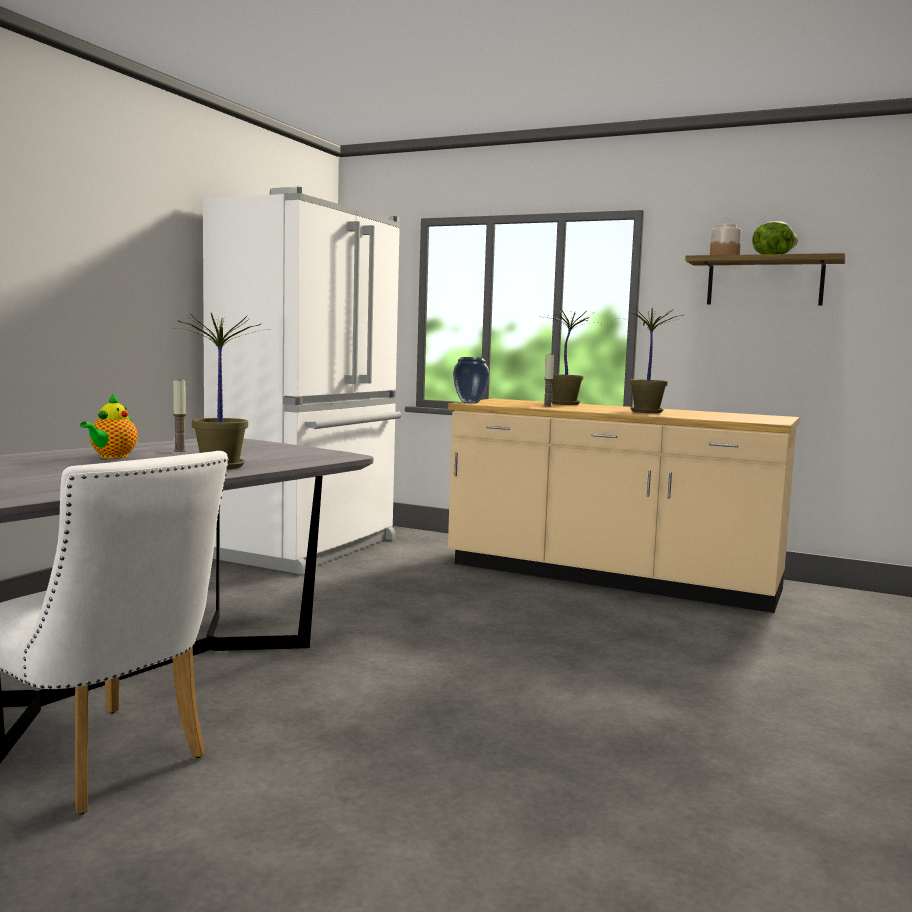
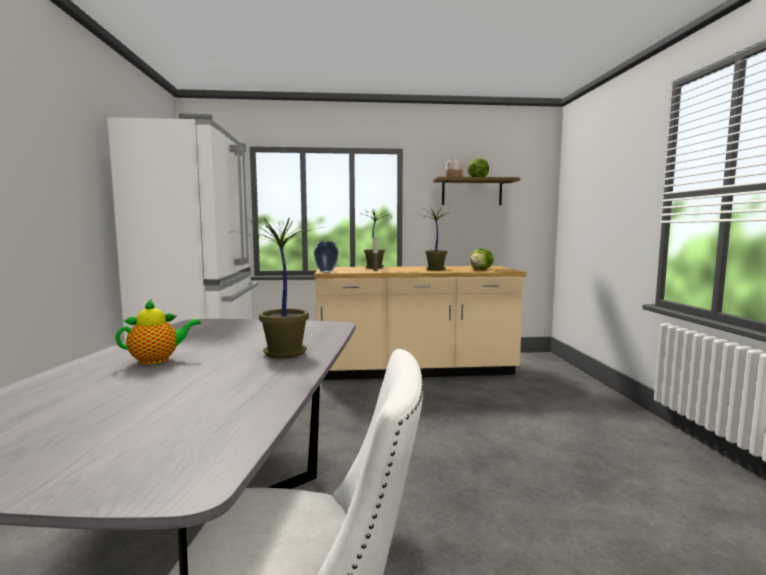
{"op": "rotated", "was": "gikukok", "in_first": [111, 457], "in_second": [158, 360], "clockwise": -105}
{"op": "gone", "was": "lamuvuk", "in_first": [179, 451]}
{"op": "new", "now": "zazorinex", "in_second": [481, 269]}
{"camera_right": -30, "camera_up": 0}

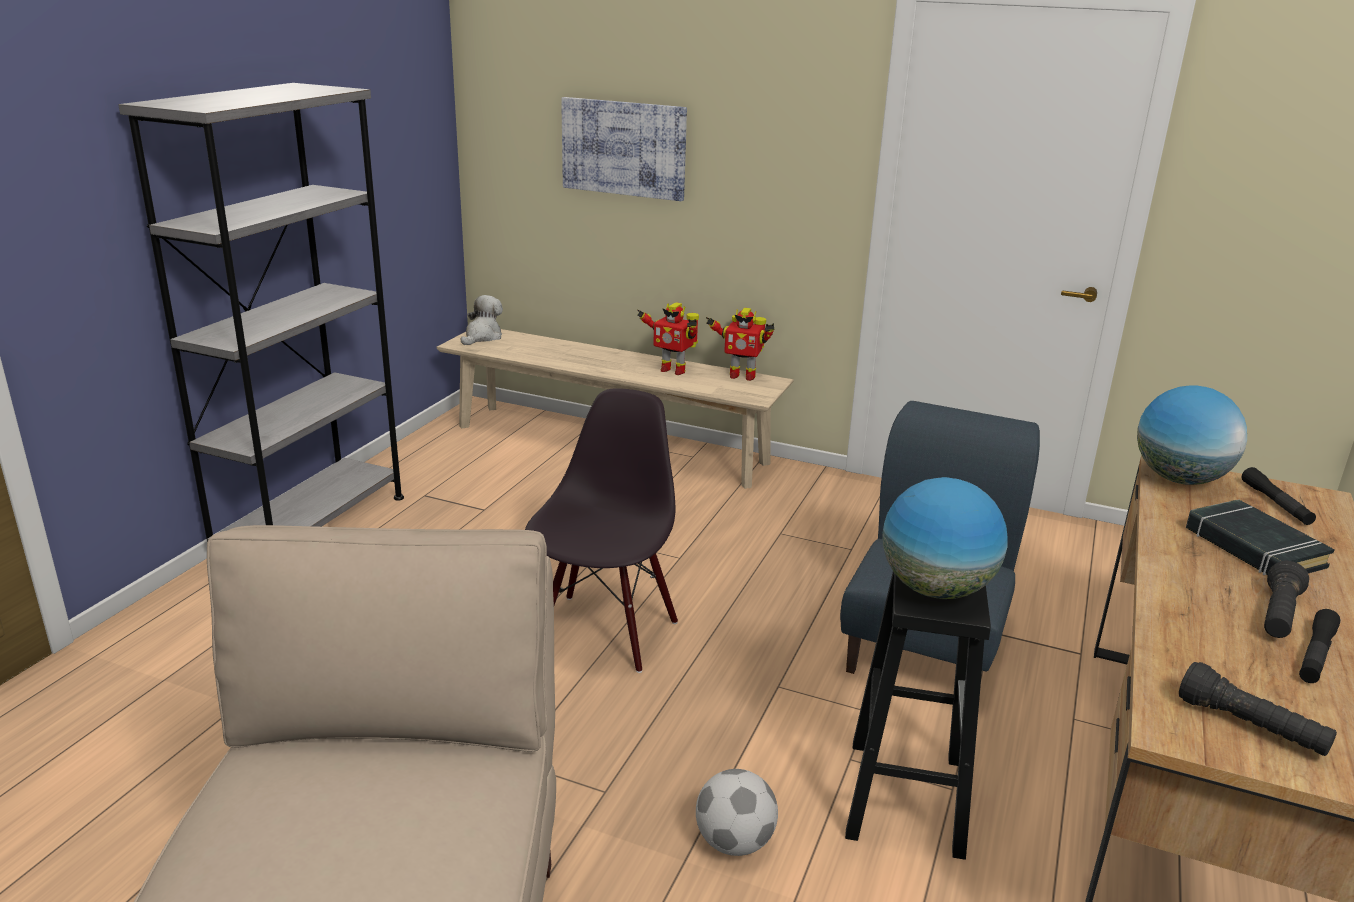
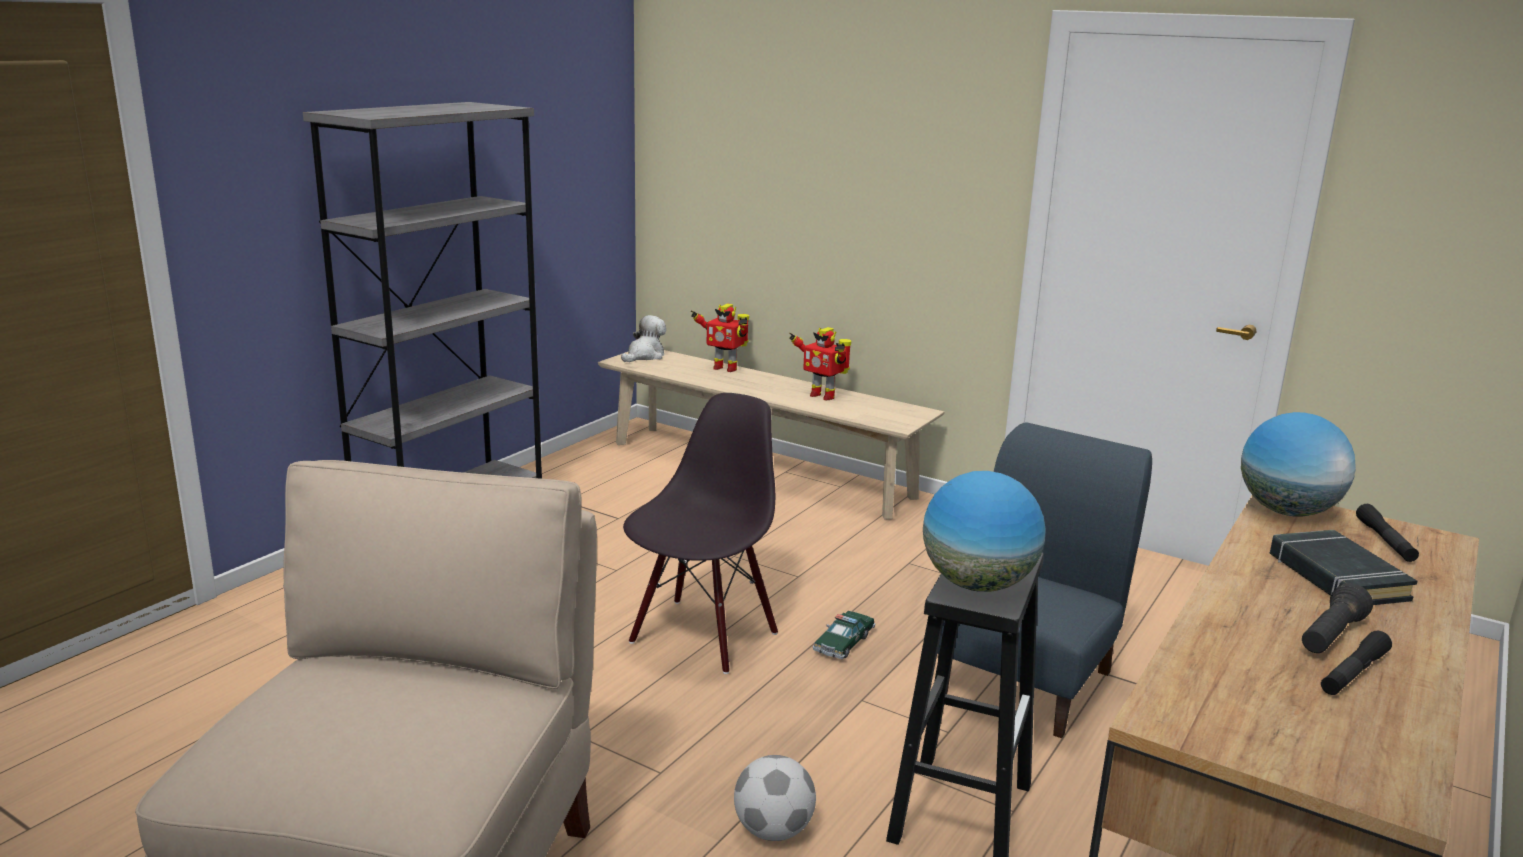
{"op": "gone", "was": "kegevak", "in_first": [624, 148]}
{"op": "shifted", "was": "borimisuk", "in_first": [741, 376], "in_second": [725, 368]}
{"op": "gone", "was": "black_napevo", "in_first": [1250, 727]}
{"op": "new", "now": "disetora", "in_second": [844, 643]}
{"camera_right": 10, "camera_up": -5}

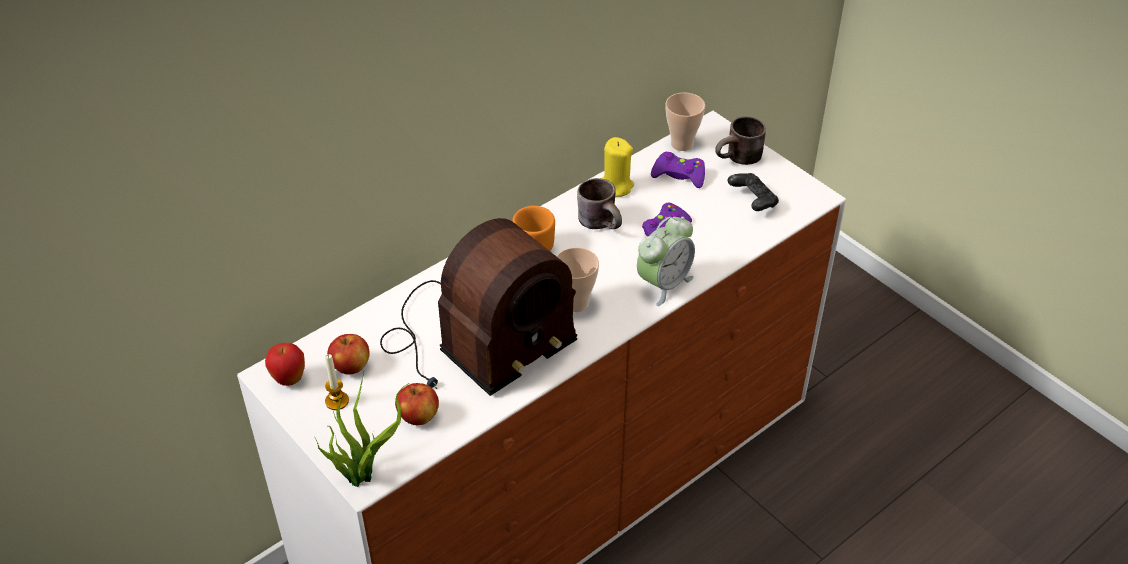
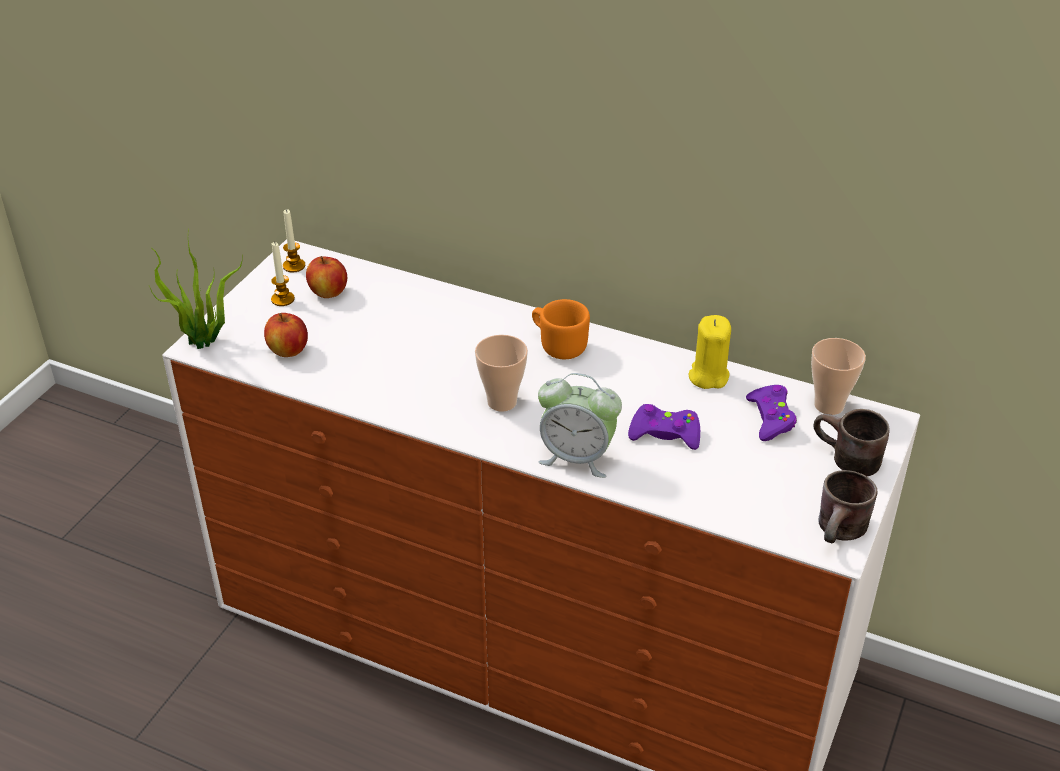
{"op": "swapped", "was": "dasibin", "now": "lamuvuk", "in_first": [289, 380], "in_second": [294, 266]}
{"op": "gone", "was": "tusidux", "in_first": [475, 341]}
{"op": "shifted", "was": "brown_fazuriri", "in_first": [603, 222], "in_second": [843, 534]}
{"op": "gone", "was": "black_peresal", "in_first": [753, 201]}
{"camera_right": 65, "camera_up": -5}

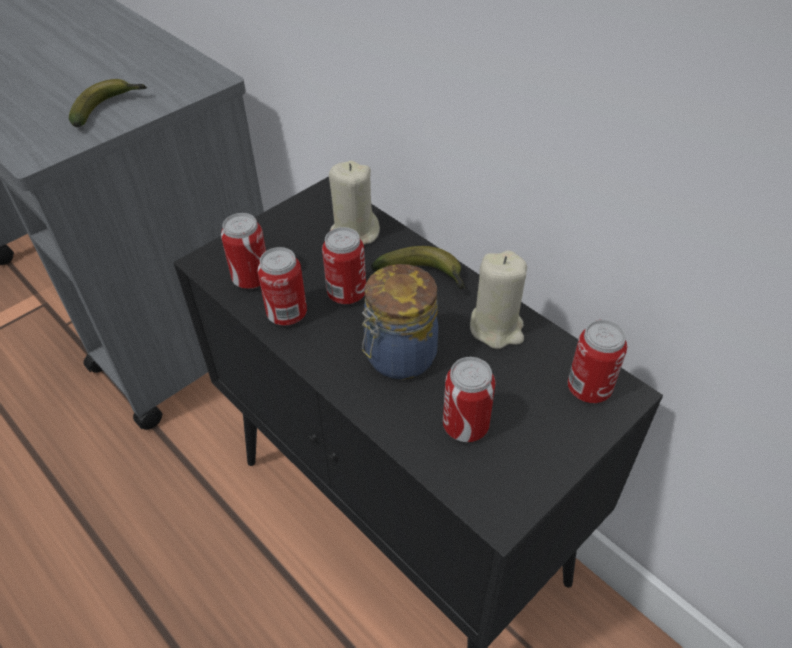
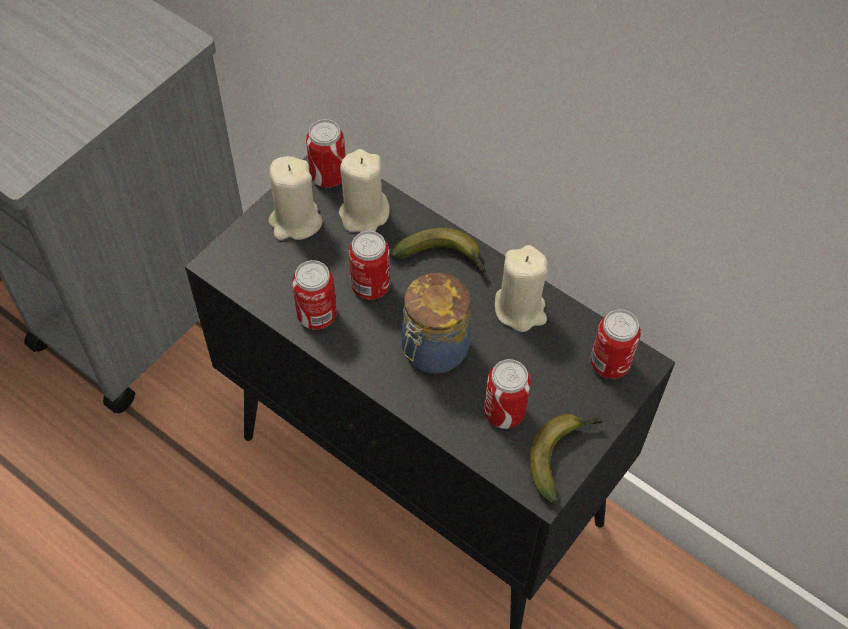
{"op": "shifted", "was": "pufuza", "in_first": [109, 109], "in_second": [562, 455]}
{"op": "shifted", "was": "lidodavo", "in_first": [251, 279], "in_second": [328, 176]}
{"op": "new", "now": "beige_lamuvuk", "in_second": [295, 221]}
{"camera_right": -10, "camera_up": 10}

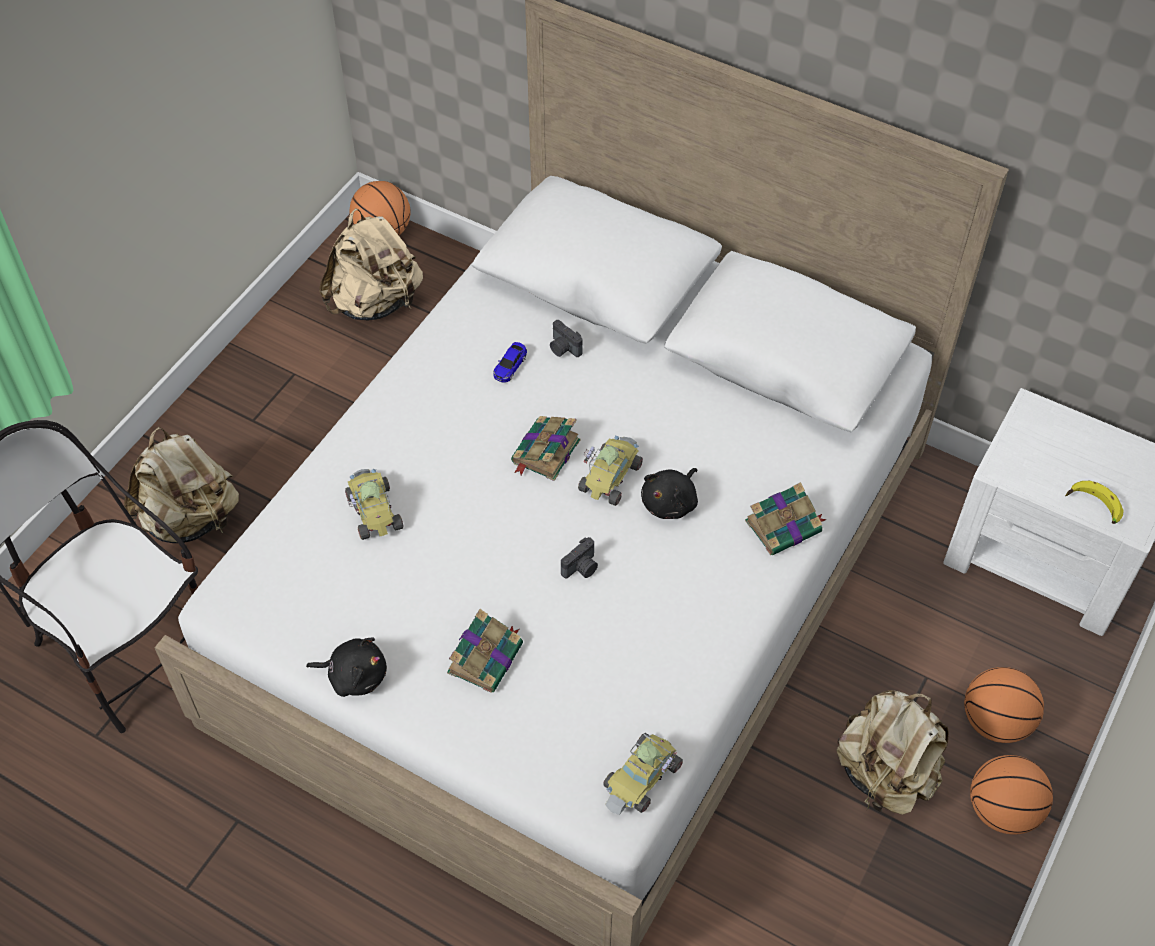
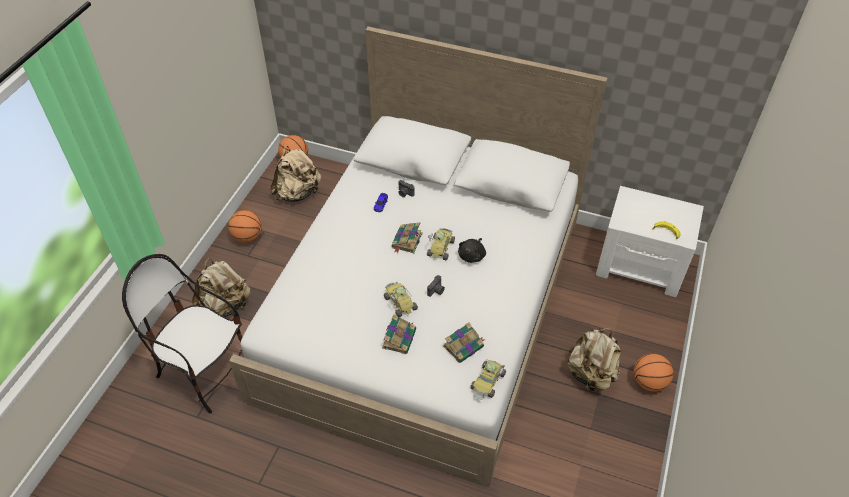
{"op": "gone", "was": "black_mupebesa", "in_first": [354, 675]}
{"op": "shifted", "was": "disetora", "in_first": [372, 510], "in_second": [399, 302]}
{"op": "shifted", "was": "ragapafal", "in_first": [784, 526], "in_second": [464, 346]}
{"op": "shifted", "was": "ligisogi", "in_first": [995, 722], "in_second": [247, 237]}
{"camera_right": -10, "camera_up": -5}

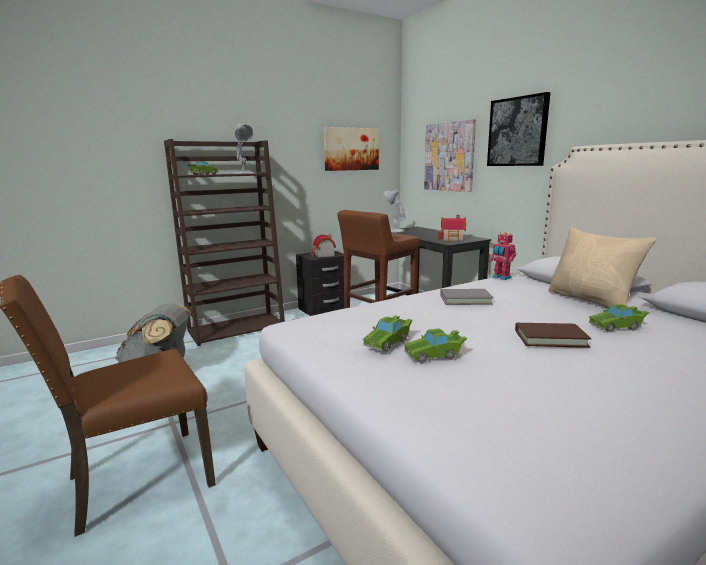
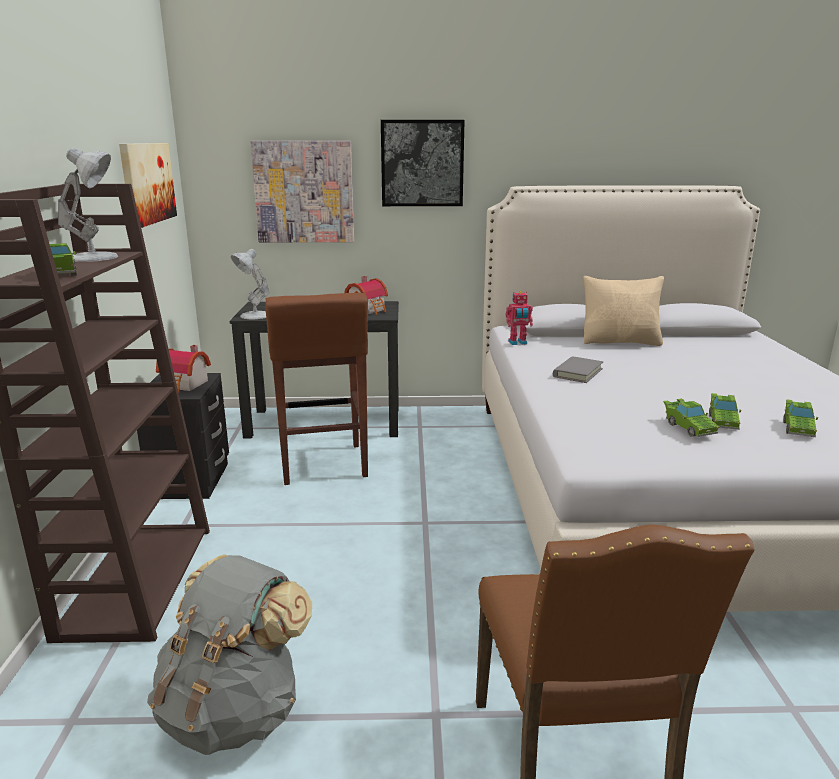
{"op": "gone", "was": "brown_ragapafal", "in_first": [550, 338]}
{"op": "shifted", "was": "green_disetora", "in_first": [617, 327], "in_second": [797, 428]}
{"camera_right": -60, "camera_up": 5}

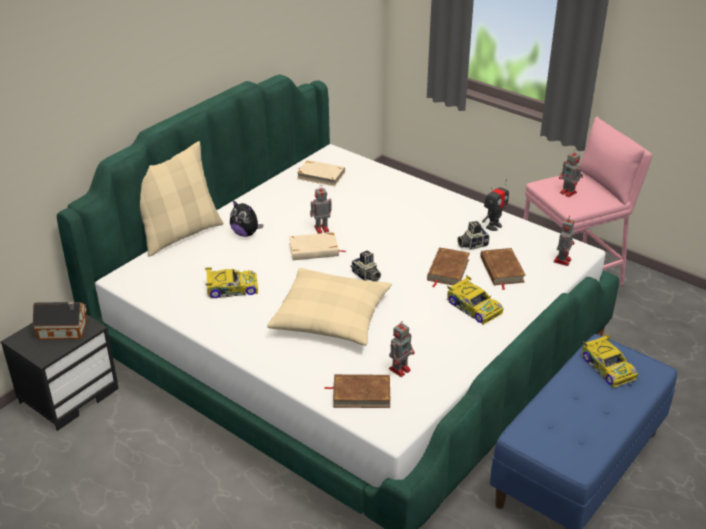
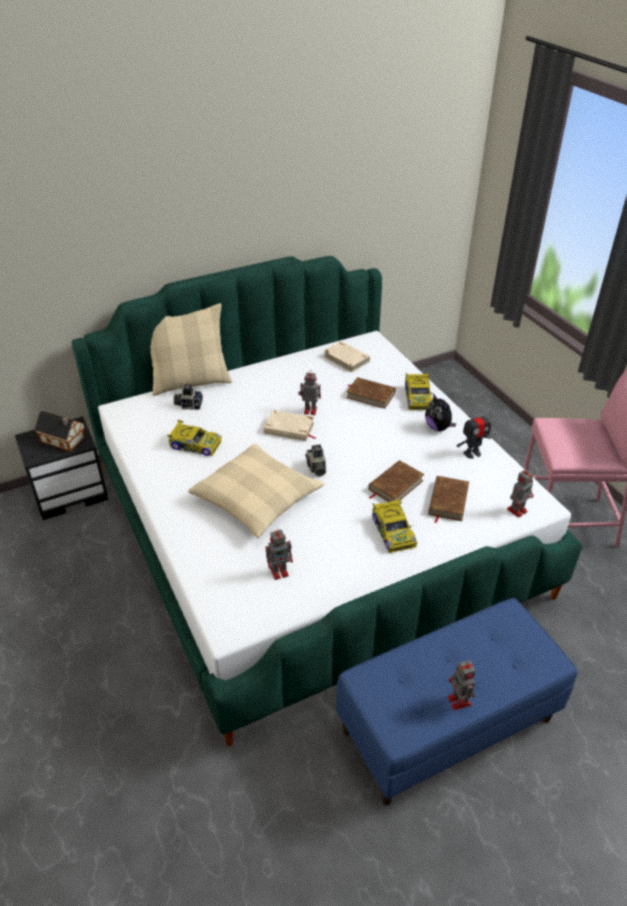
{"op": "shifted", "was": "mupebesa", "in_first": [246, 233], "in_second": [438, 427]}
{"op": "shifted", "was": "brown_ragapafal", "in_first": [361, 394], "in_second": [370, 395]}
{"op": "shifted", "was": "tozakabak", "in_first": [472, 244], "in_second": [189, 405]}
{"op": "shifted", "was": "borimisuk", "in_first": [569, 193], "in_second": [459, 702]}
{"op": "shifted", "was": "disetora", "in_first": [607, 367], "in_second": [418, 397]}
{"camera_right": 25, "camera_up": 5}

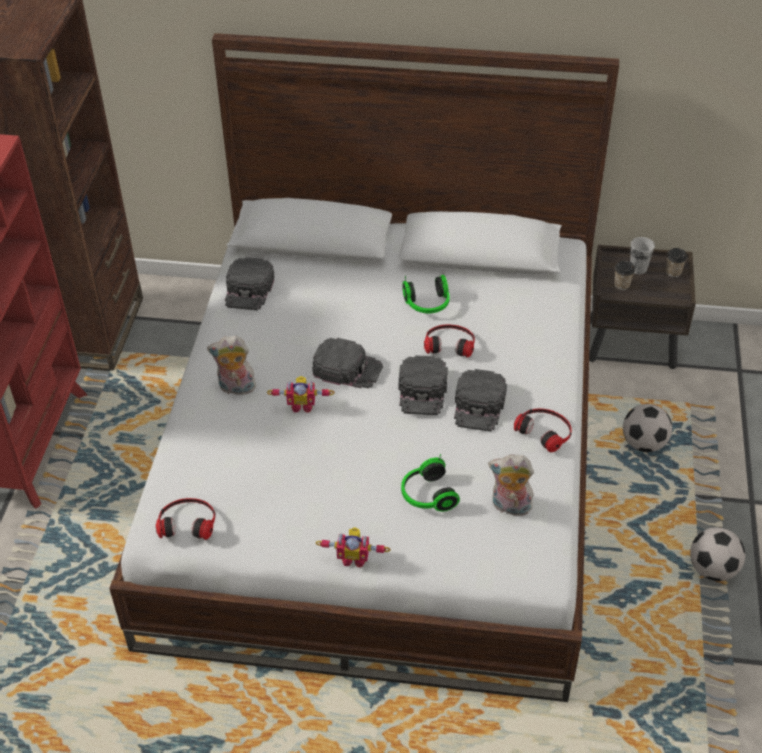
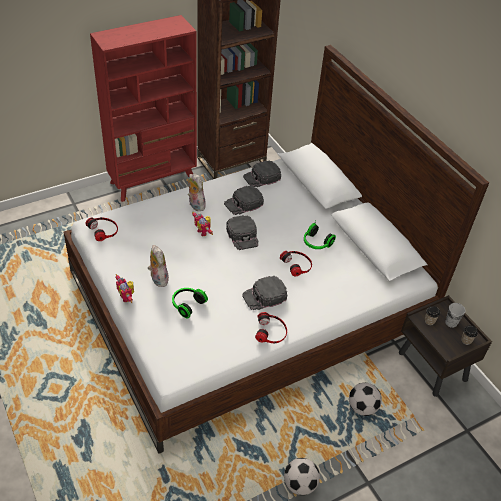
{"op": "shifted", "was": "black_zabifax", "in_first": [423, 390], "in_second": [243, 203]}
{"op": "shifted", "was": "mupebesa", "in_first": [510, 507], "in_second": [158, 279]}
{"camera_right": 50, "camera_up": 0}

